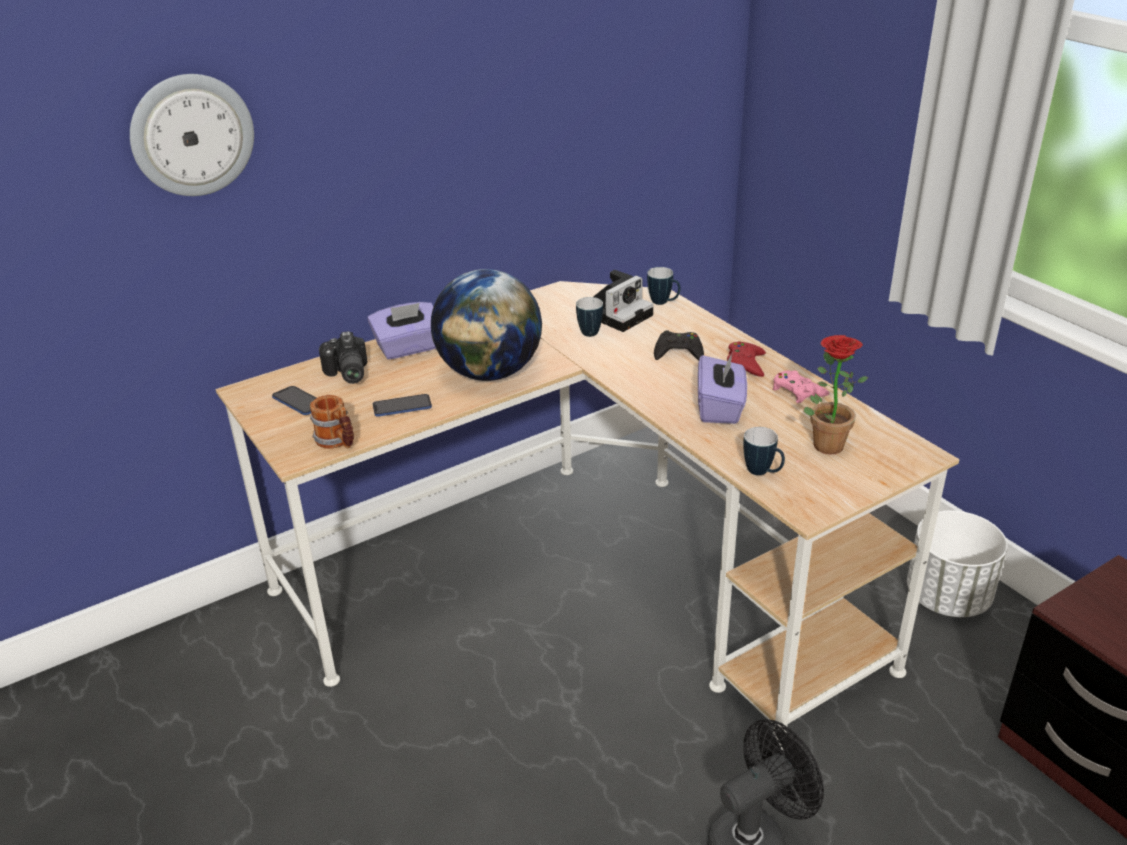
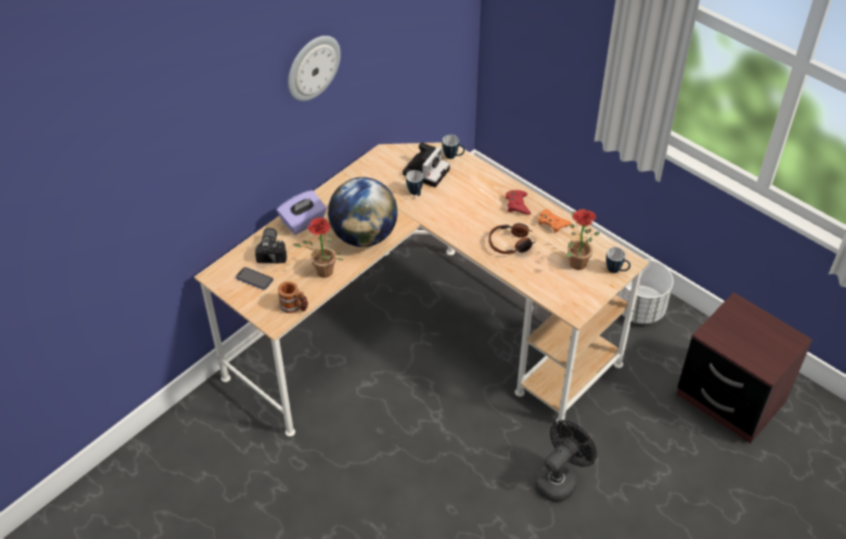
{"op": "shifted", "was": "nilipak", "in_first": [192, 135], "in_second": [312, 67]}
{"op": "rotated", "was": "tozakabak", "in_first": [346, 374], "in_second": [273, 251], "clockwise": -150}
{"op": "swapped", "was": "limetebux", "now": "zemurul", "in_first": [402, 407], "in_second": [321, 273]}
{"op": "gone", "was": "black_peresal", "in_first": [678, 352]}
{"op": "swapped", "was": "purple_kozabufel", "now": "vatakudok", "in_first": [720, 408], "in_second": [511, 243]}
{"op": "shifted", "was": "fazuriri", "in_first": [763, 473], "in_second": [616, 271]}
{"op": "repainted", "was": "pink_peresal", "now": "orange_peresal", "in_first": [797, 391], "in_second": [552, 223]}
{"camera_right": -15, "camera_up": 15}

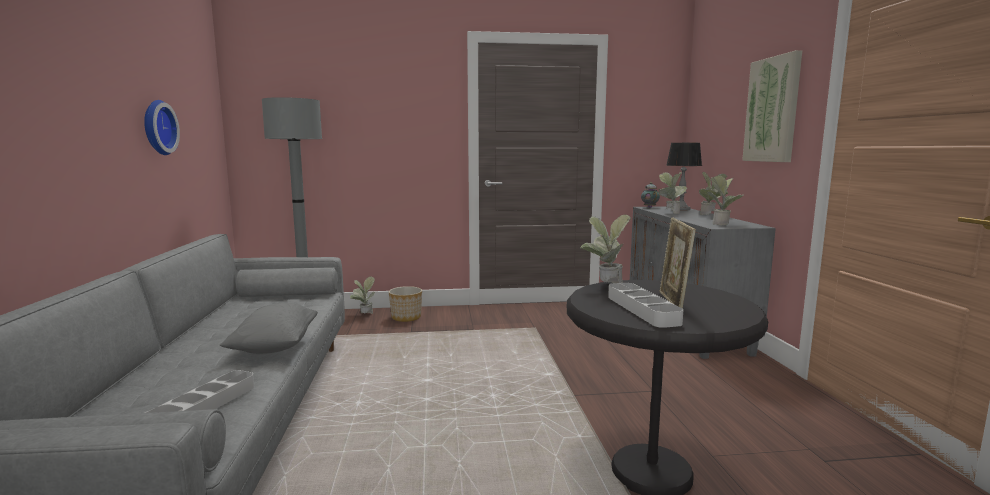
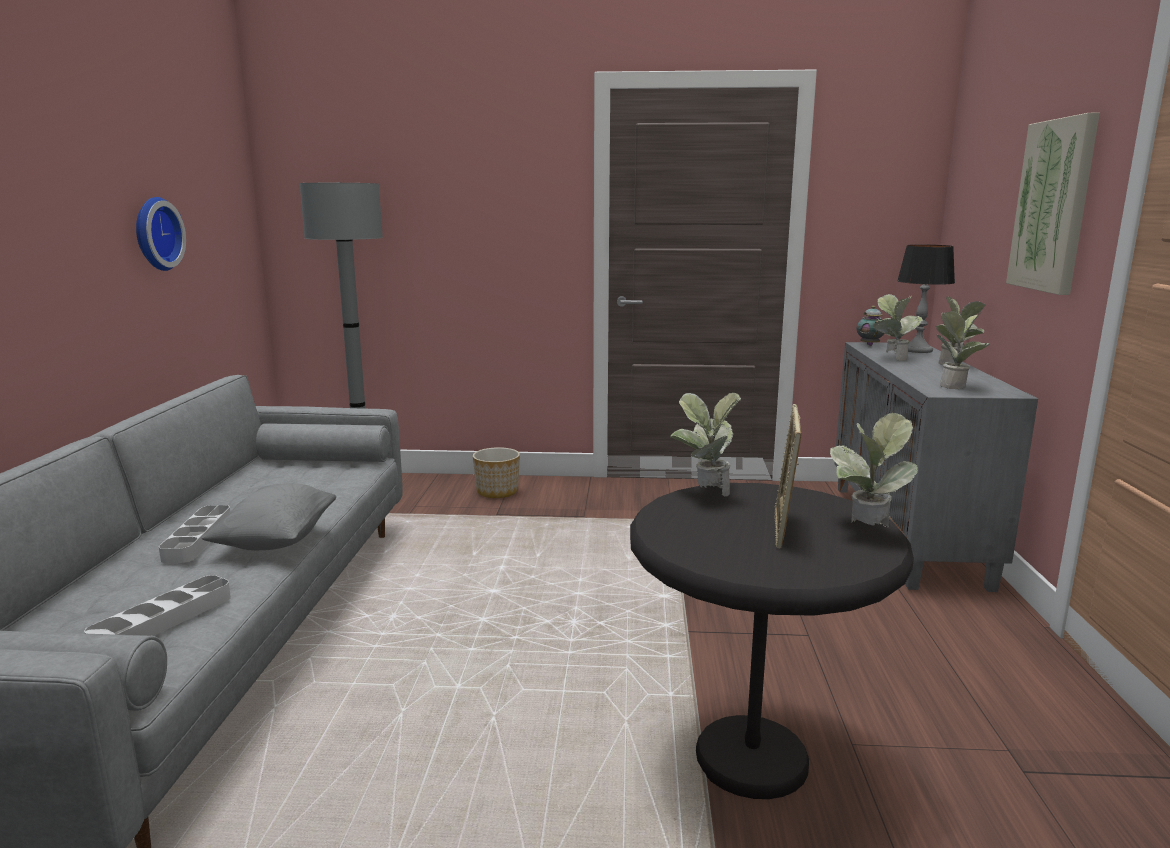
{"op": "shifted", "was": "zemurul", "in_first": [364, 315], "in_second": [864, 530]}
{"op": "shifted", "was": "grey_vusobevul", "in_first": [642, 309], "in_second": [198, 539]}
{"camera_right": 10, "camera_up": 5}

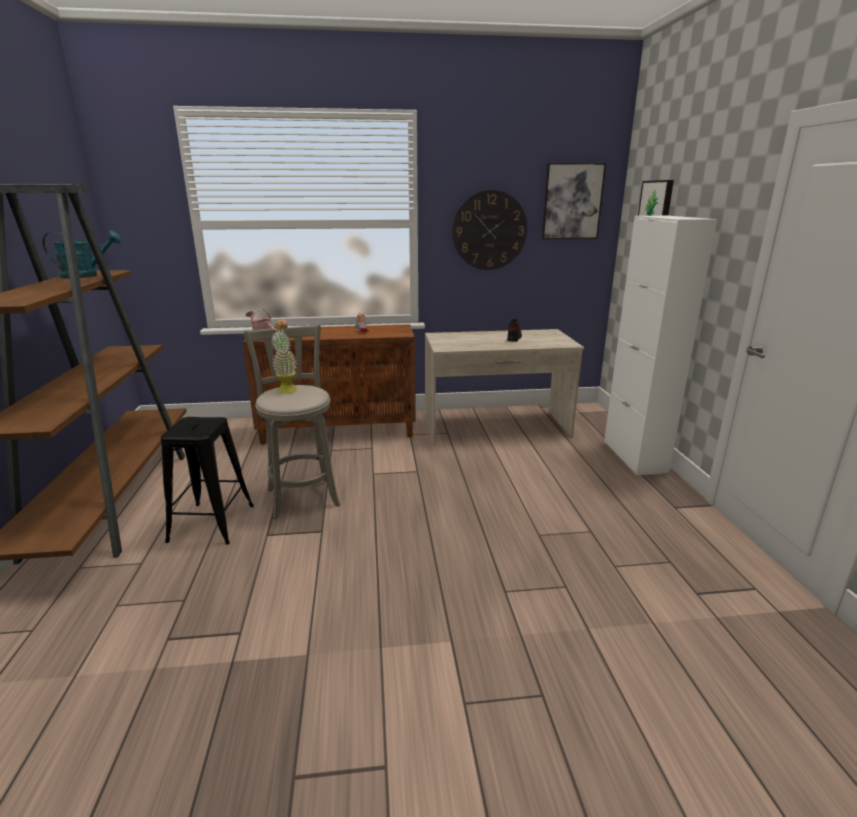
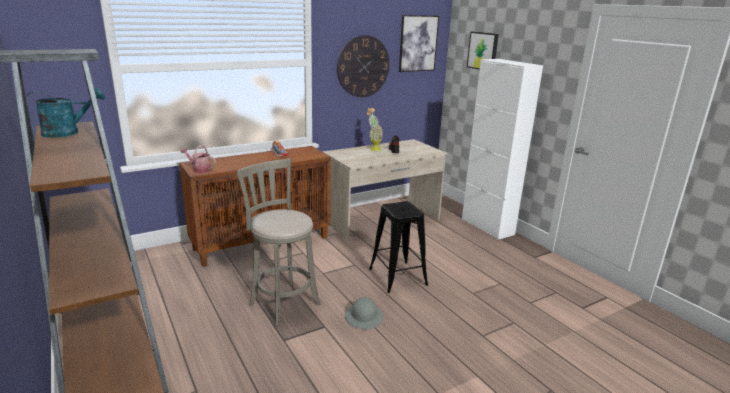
{"op": "shifted", "was": "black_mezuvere", "in_first": [211, 523], "in_second": [397, 277]}
{"op": "shifted", "was": "zemurul", "in_first": [287, 389], "in_second": [373, 149]}
{"op": "new", "now": "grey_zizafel", "in_second": [364, 317]}
{"camera_right": -25, "camera_up": 0}

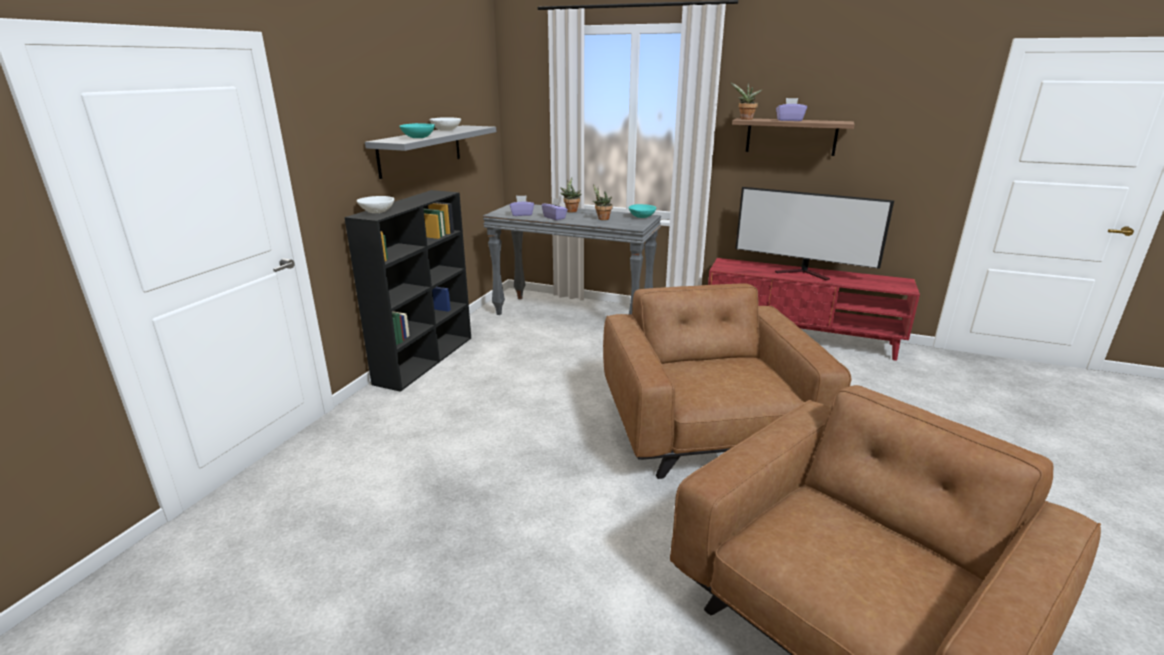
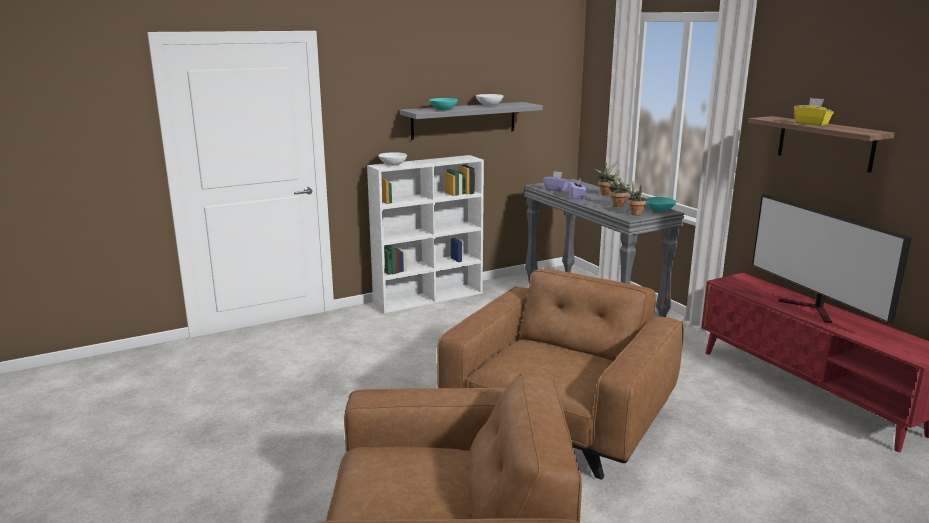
{"op": "repainted", "was": "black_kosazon", "now": "white_kosazon", "in_first": [425, 359], "in_second": [429, 298]}
{"op": "shifted", "was": "zemurul", "in_first": [745, 119], "in_second": [634, 214]}
{"op": "repainted", "was": "purple_kozabufel", "now": "yellow_kozabufel", "in_first": [789, 120], "in_second": [811, 124]}
{"camera_right": 40, "camera_up": -5}

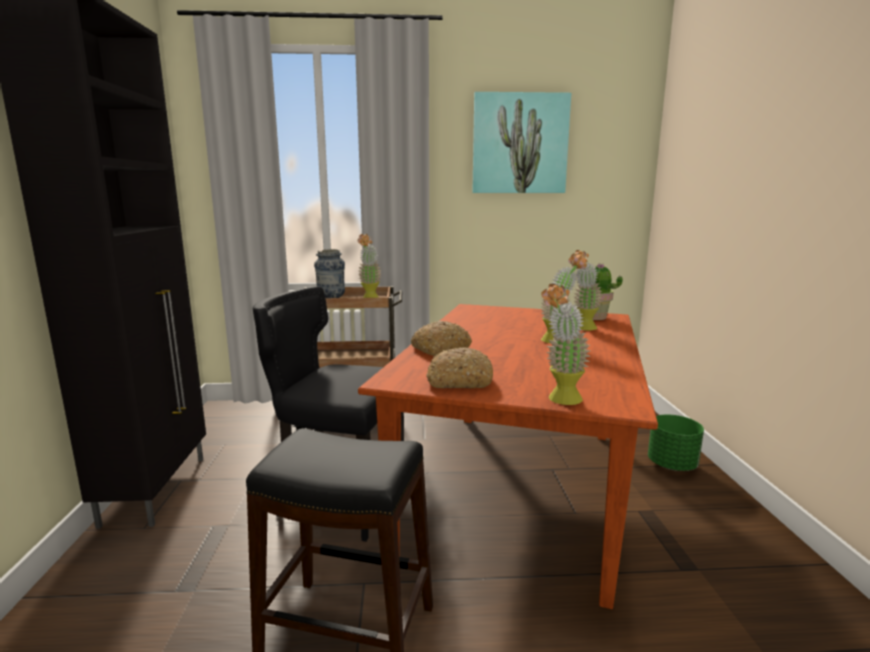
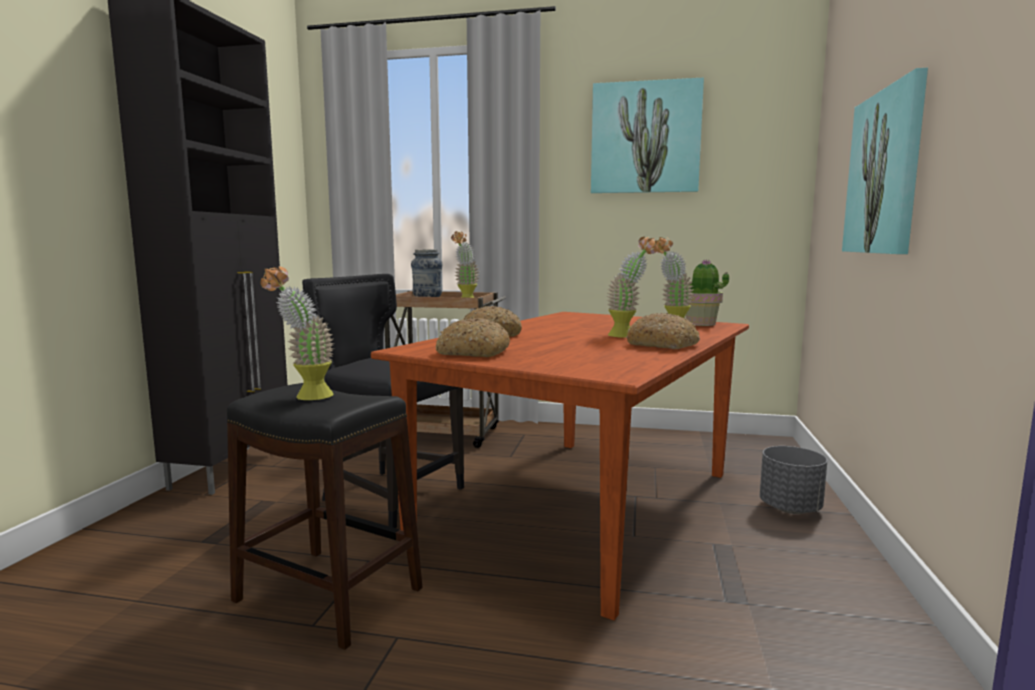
{"op": "shifted", "was": "zemurul", "in_first": [560, 401], "in_second": [304, 397]}
{"op": "repainted", "was": "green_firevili", "now": "grey_firevili", "in_first": [672, 465], "in_second": [790, 508]}
{"op": "new", "now": "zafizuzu", "in_second": [663, 345]}
{"op": "new", "now": "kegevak", "in_second": [883, 173]}
{"camera_right": 15, "camera_up": -5}

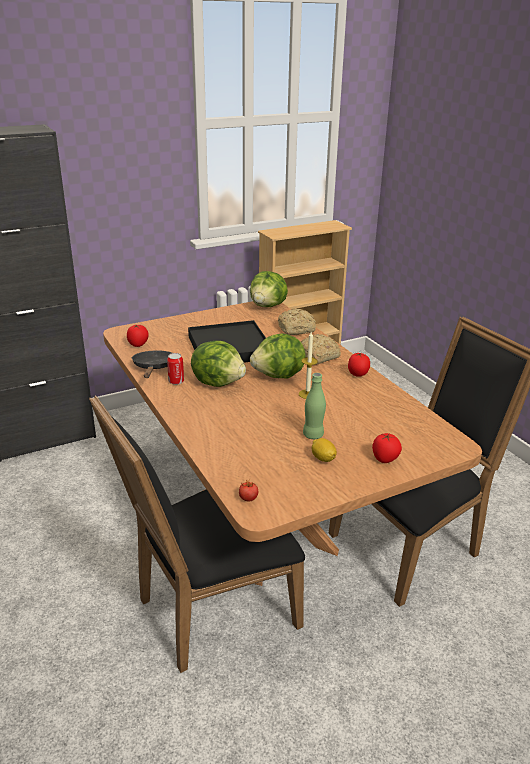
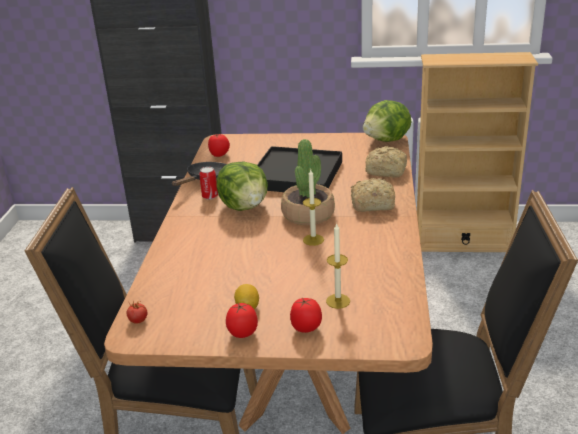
{"op": "swapped", "was": "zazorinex", "now": "zemurul", "in_first": [279, 376], "in_second": [308, 214]}
{"op": "gone", "was": "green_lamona", "in_first": [313, 435]}
{"op": "shifted", "was": "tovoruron", "in_first": [358, 375], "in_second": [242, 334]}
{"op": "new", "now": "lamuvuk", "in_second": [338, 301]}
{"camera_right": 35, "camera_up": 0}

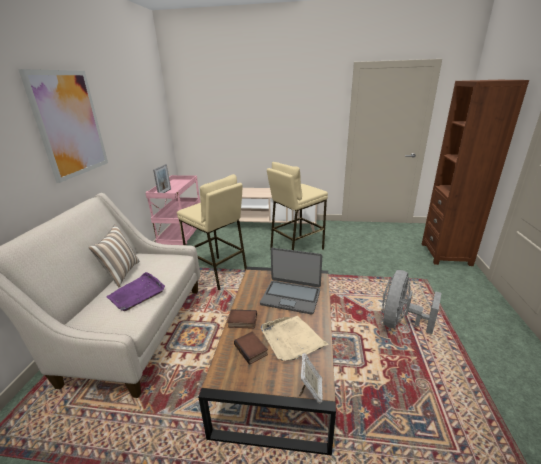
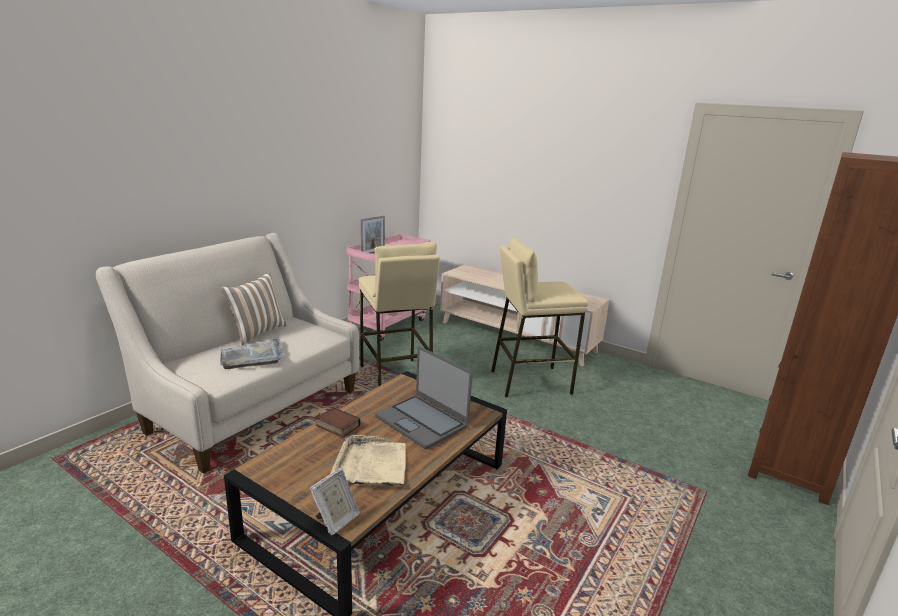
{"op": "gone", "was": "kegevak", "in_first": [69, 124]}
{"op": "repainted", "was": "purple_vusobevul", "now": "grey_vusobevul", "in_first": [137, 293], "in_second": [252, 356]}
{"op": "gone", "was": "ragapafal", "in_first": [252, 350]}
{"op": "gone", "was": "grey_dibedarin", "in_first": [400, 322]}
{"camera_right": 25, "camera_up": -5}

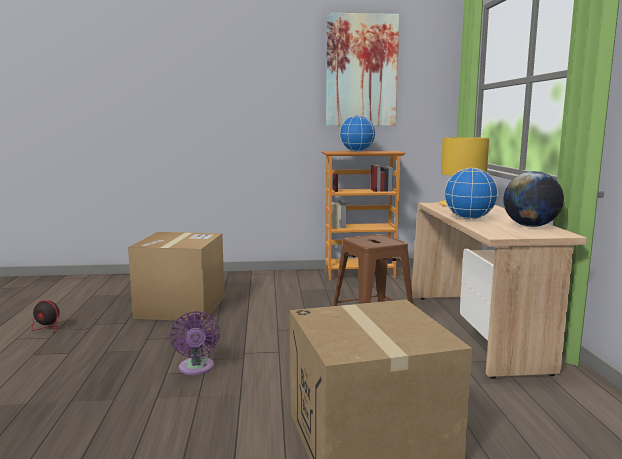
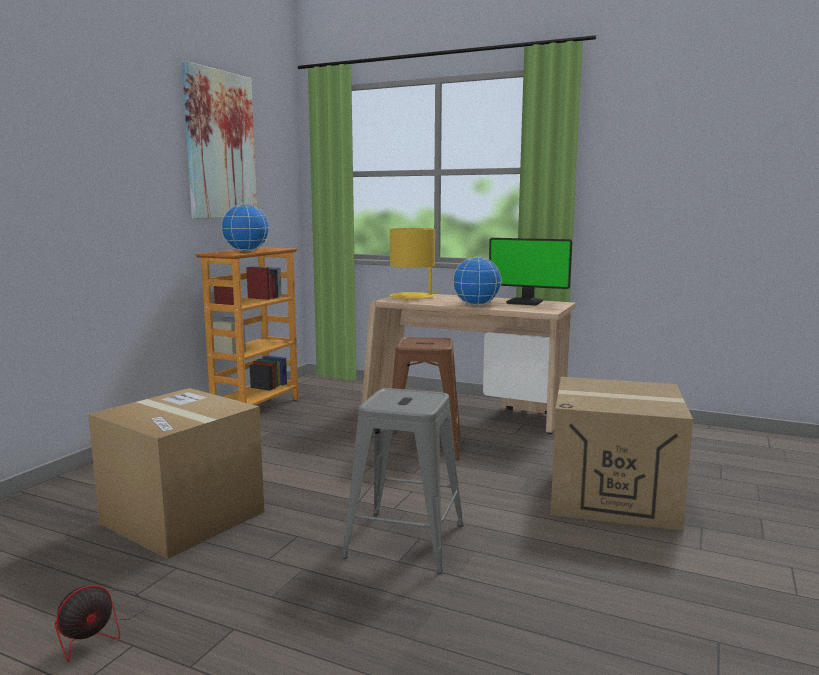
{"op": "swapped", "was": "purple_dibedarin", "now": "grey_mezuvere", "in_first": [196, 369], "in_second": [405, 541]}
{"op": "swapped", "was": "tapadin", "now": "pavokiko", "in_first": [530, 226], "in_second": [526, 302]}
{"camera_right": -60, "camera_up": 0}

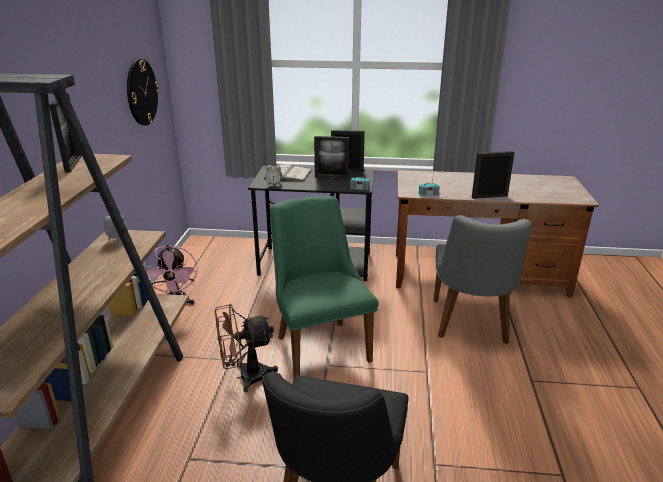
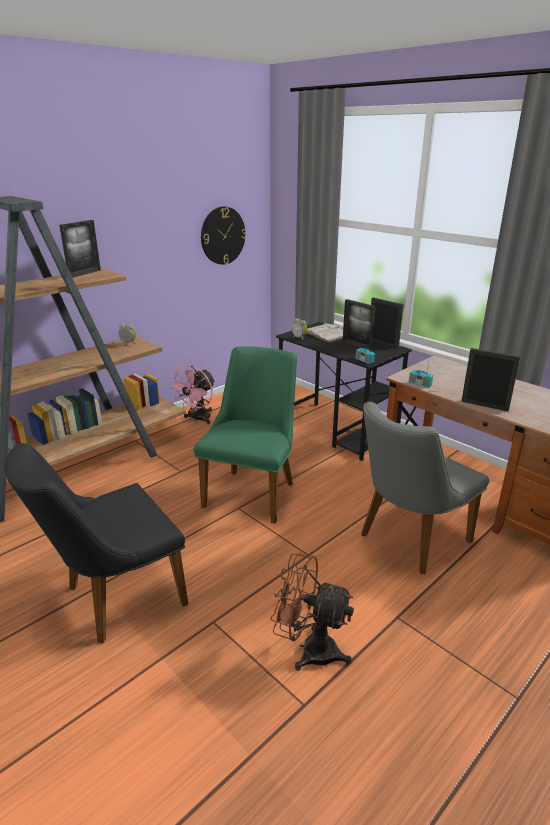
{"op": "shifted", "was": "brown_dibedarin", "in_first": [245, 377], "in_second": [310, 649]}
{"camera_right": 40, "camera_up": 0}

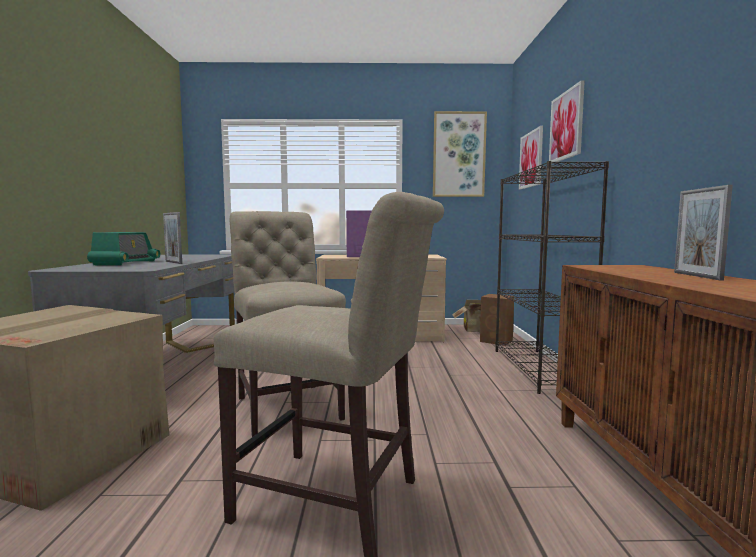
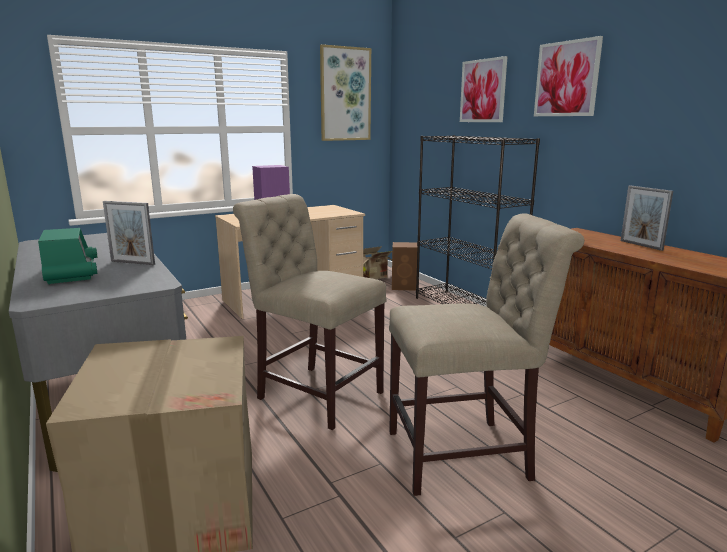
{"op": "shifted", "was": "kegevak", "in_first": [531, 159], "in_second": [567, 79]}
{"camera_right": -30, "camera_up": 10}

